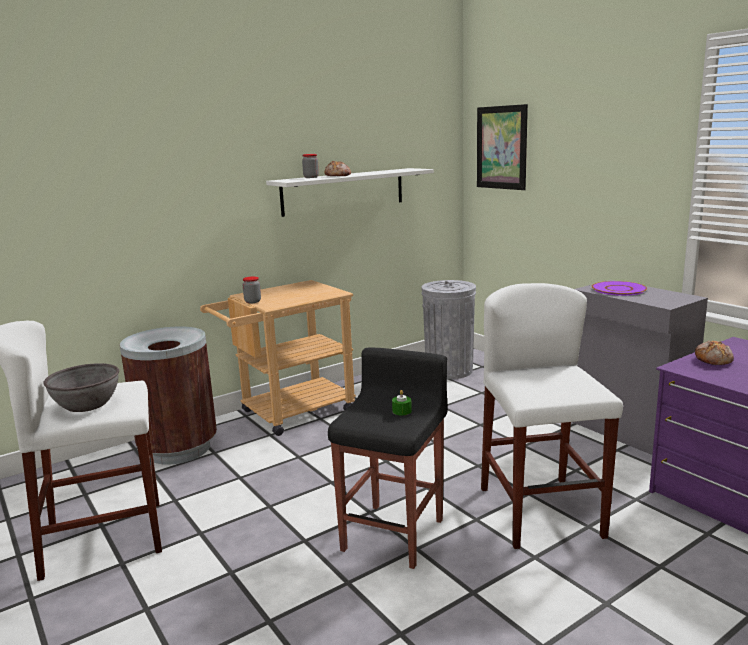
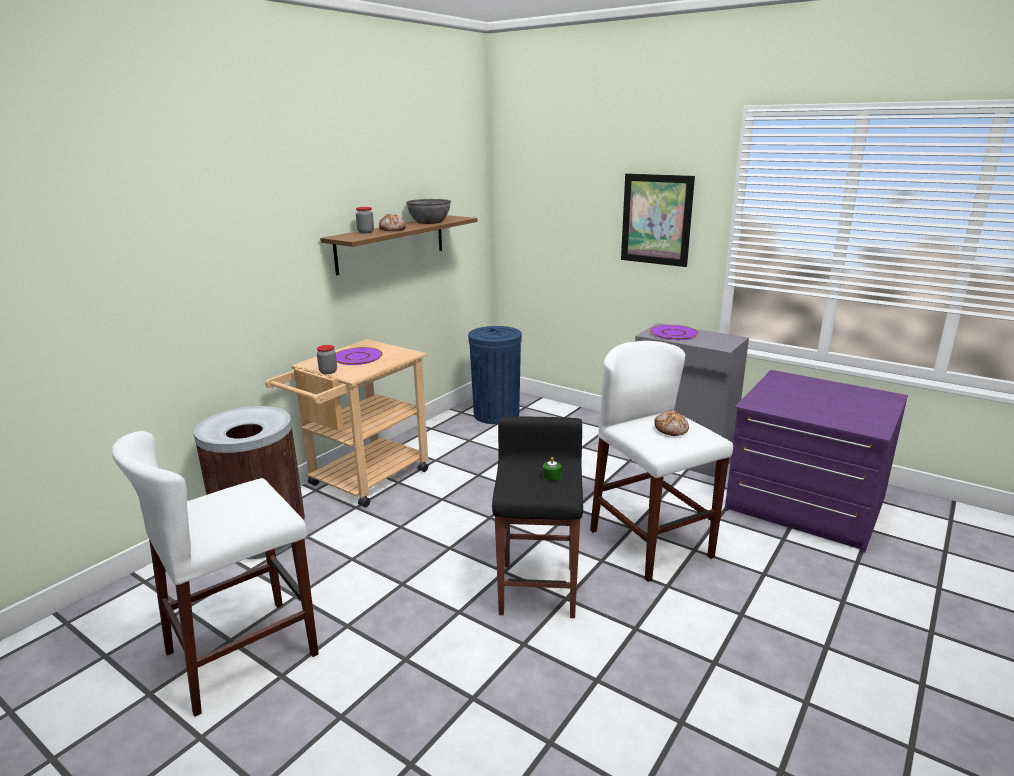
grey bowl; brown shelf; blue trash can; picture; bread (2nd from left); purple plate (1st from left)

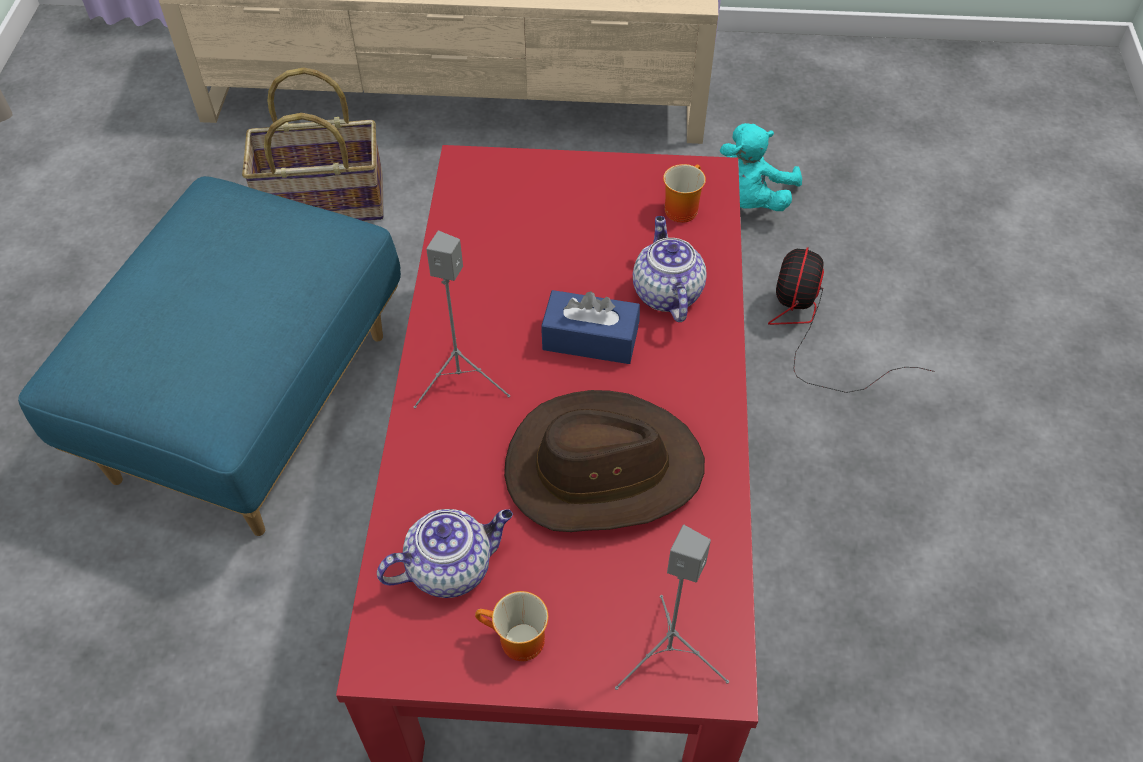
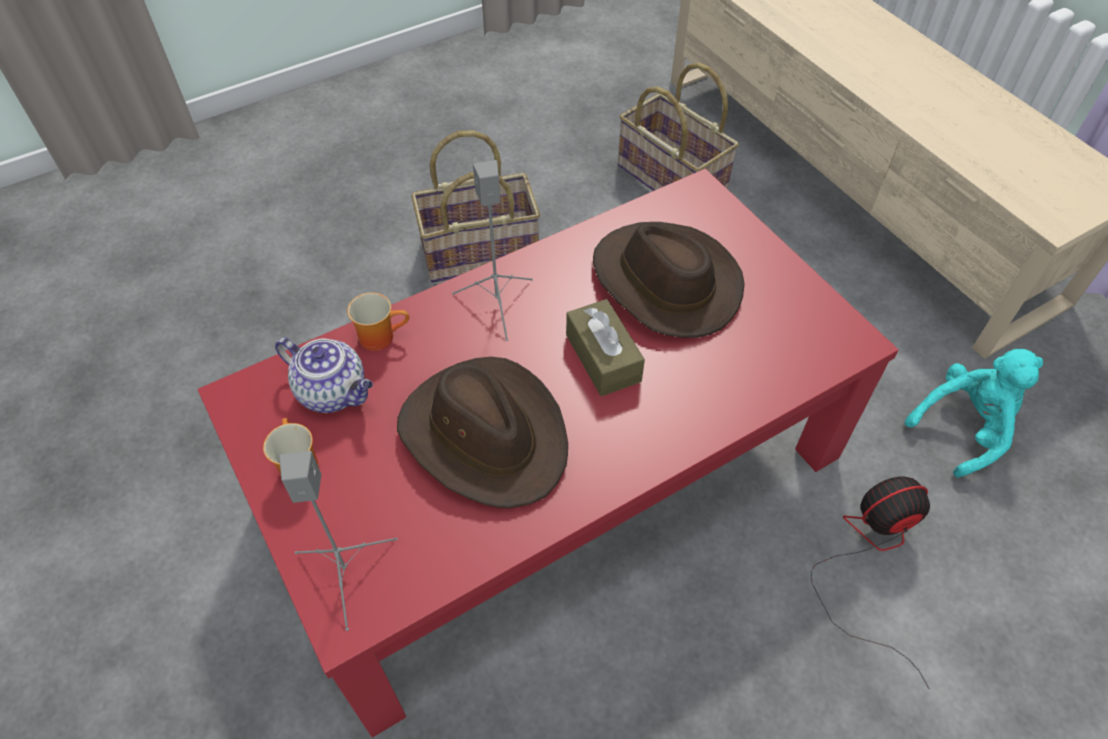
basket (1st from left); brown tissue box; teapot (2nd from left in the first image); mug (2nd from left); turquoise plush toy; brown hat (2nd from left)

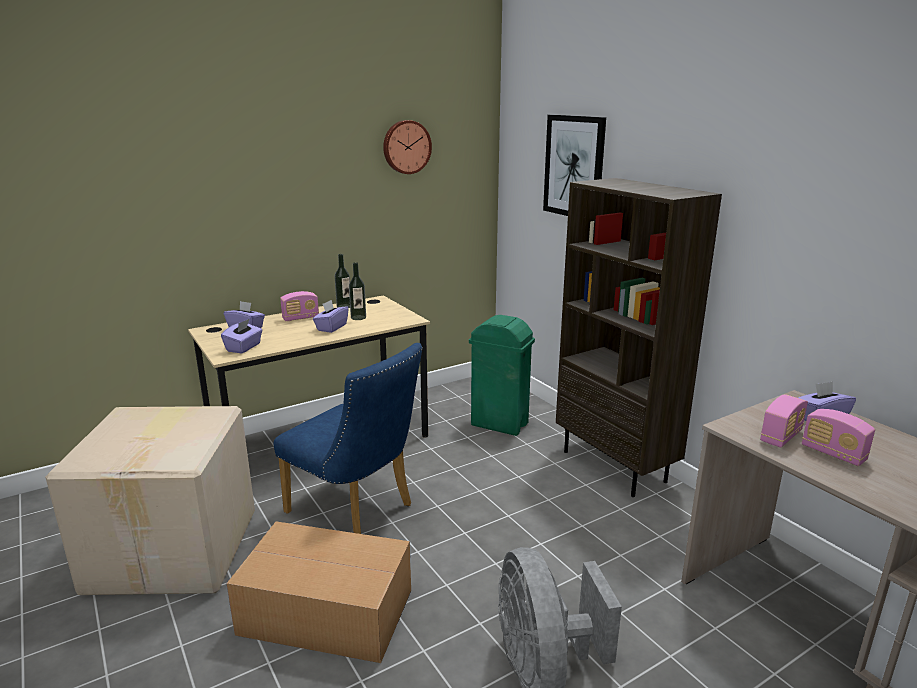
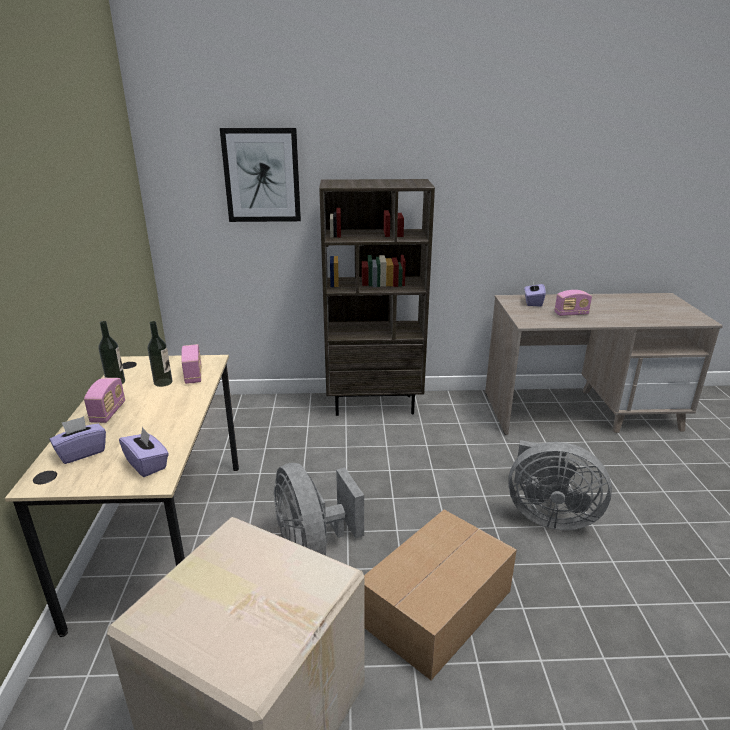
grey fan (1st from left); purple tissue box (3rd from left in the first image); wall clock; green trash can; radio (2nd from left)

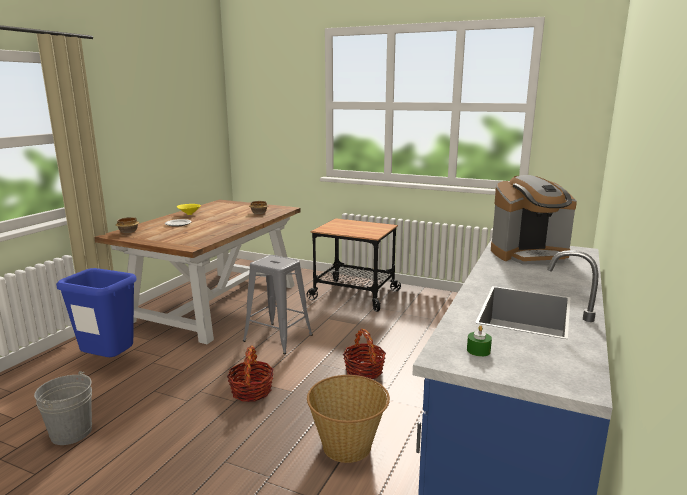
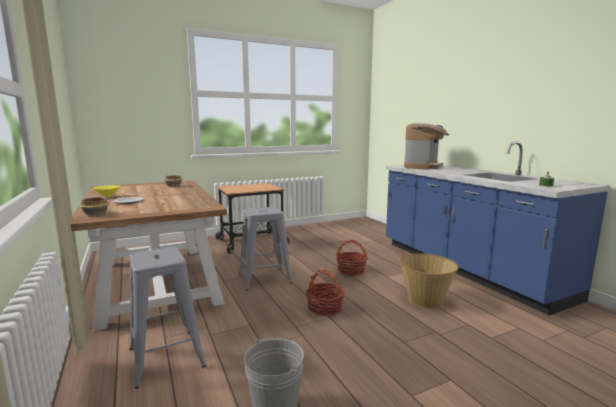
grey stool (1st from left)

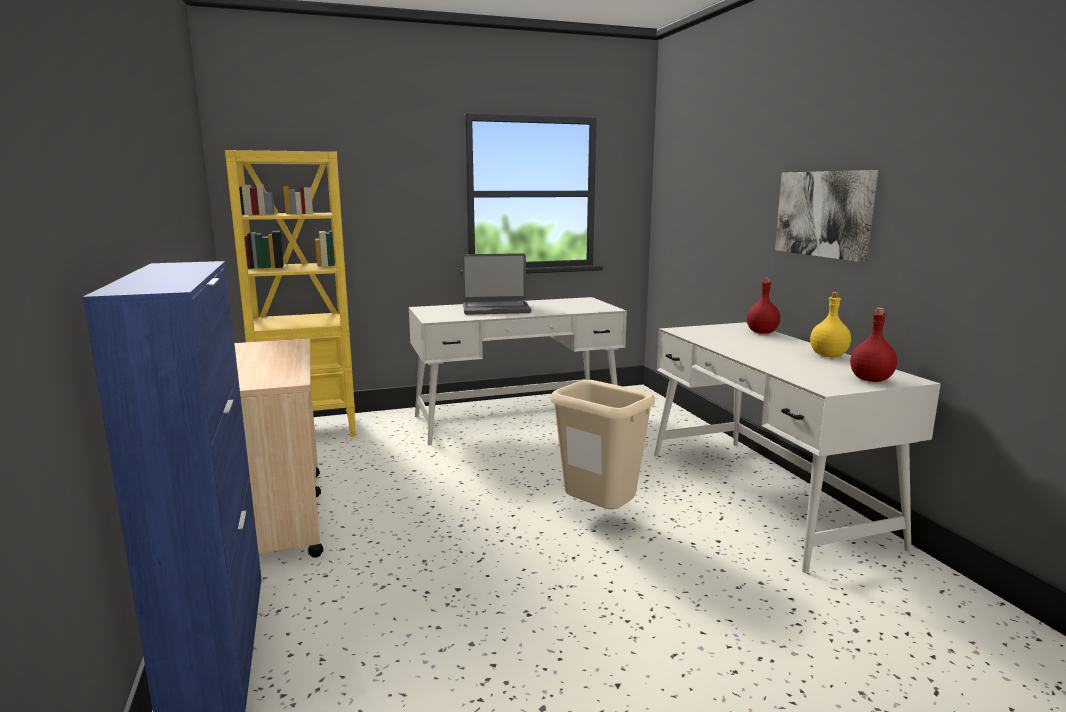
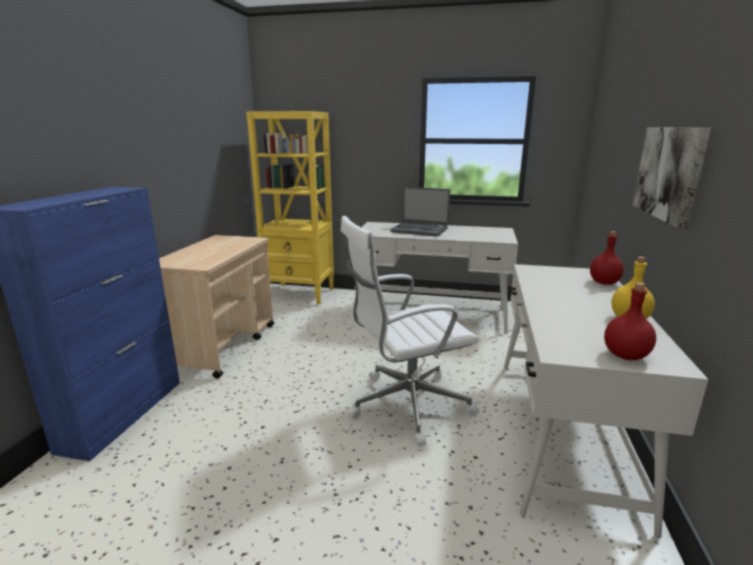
white office chair

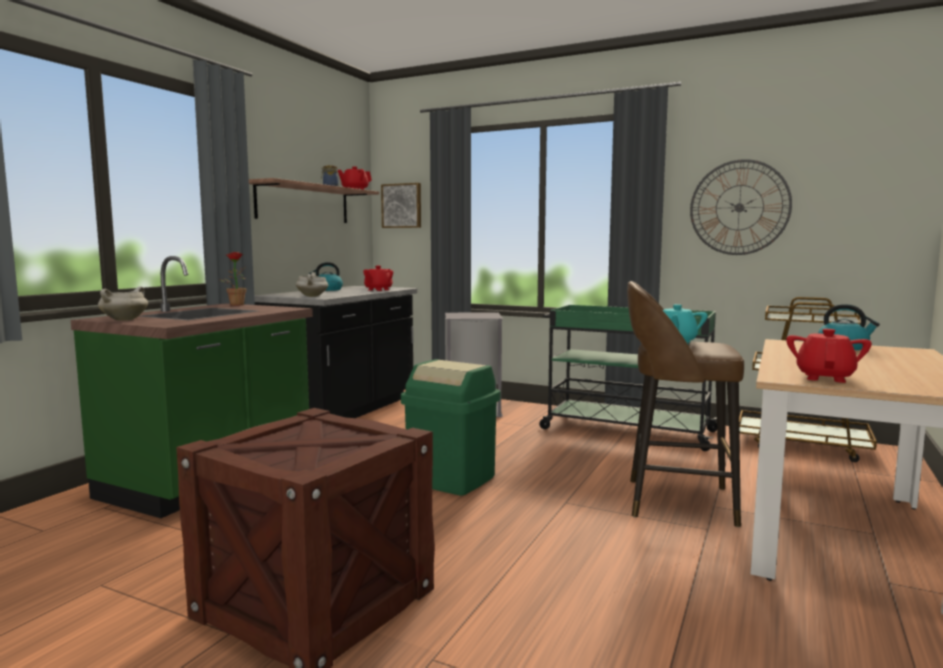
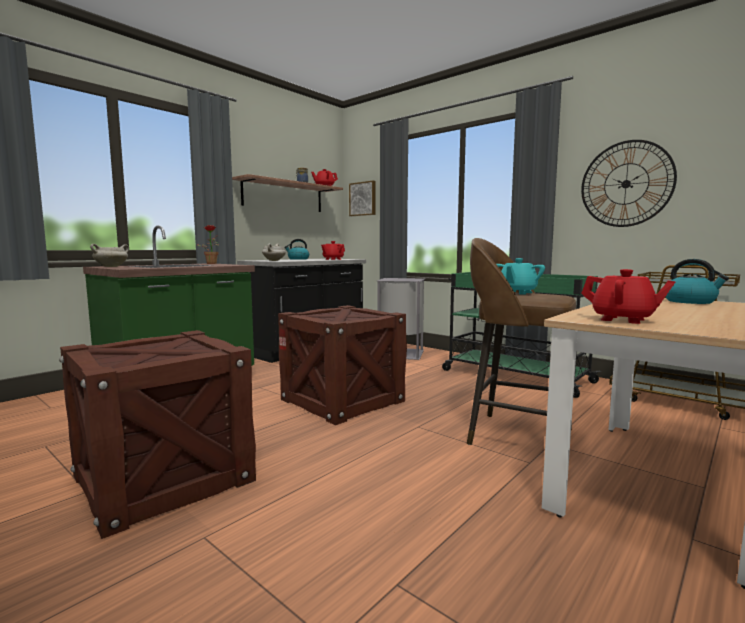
crate (2nd from left); red teapot (3rd from left)

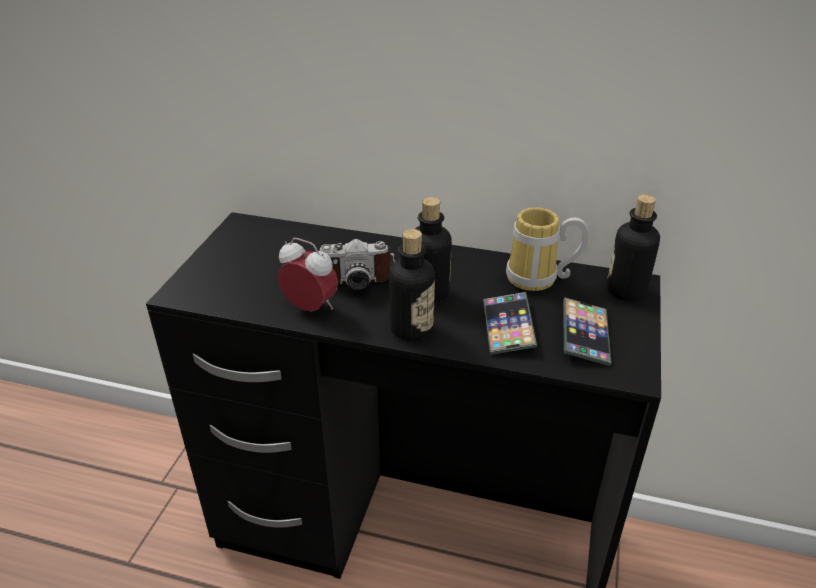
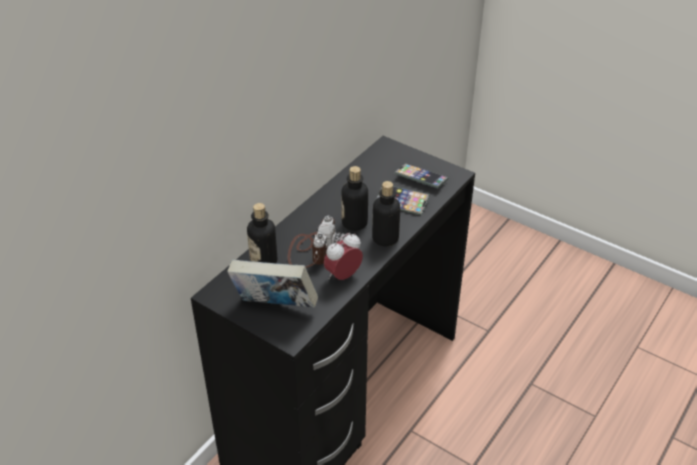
mug; bottle (1st from left); book

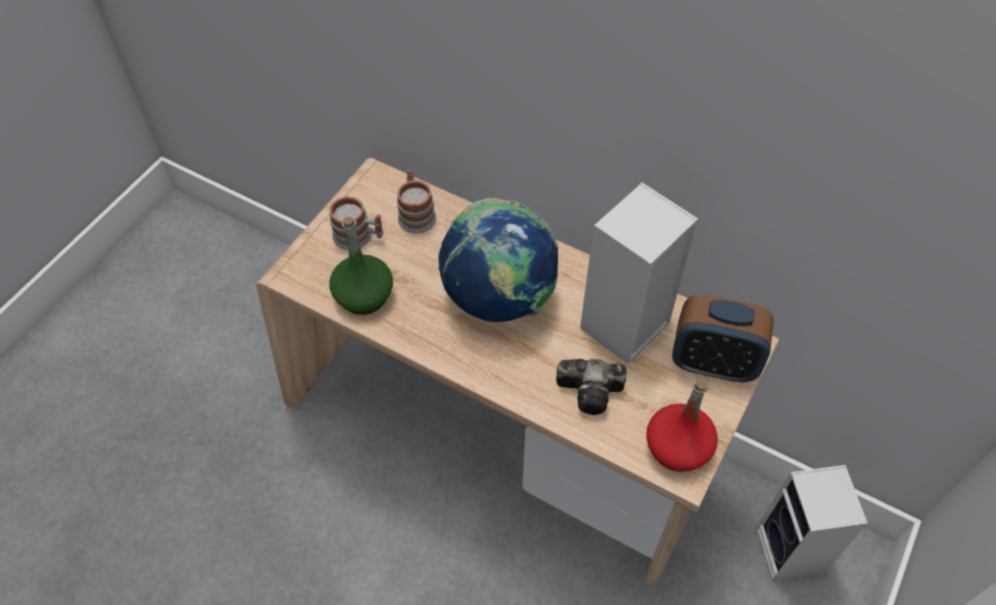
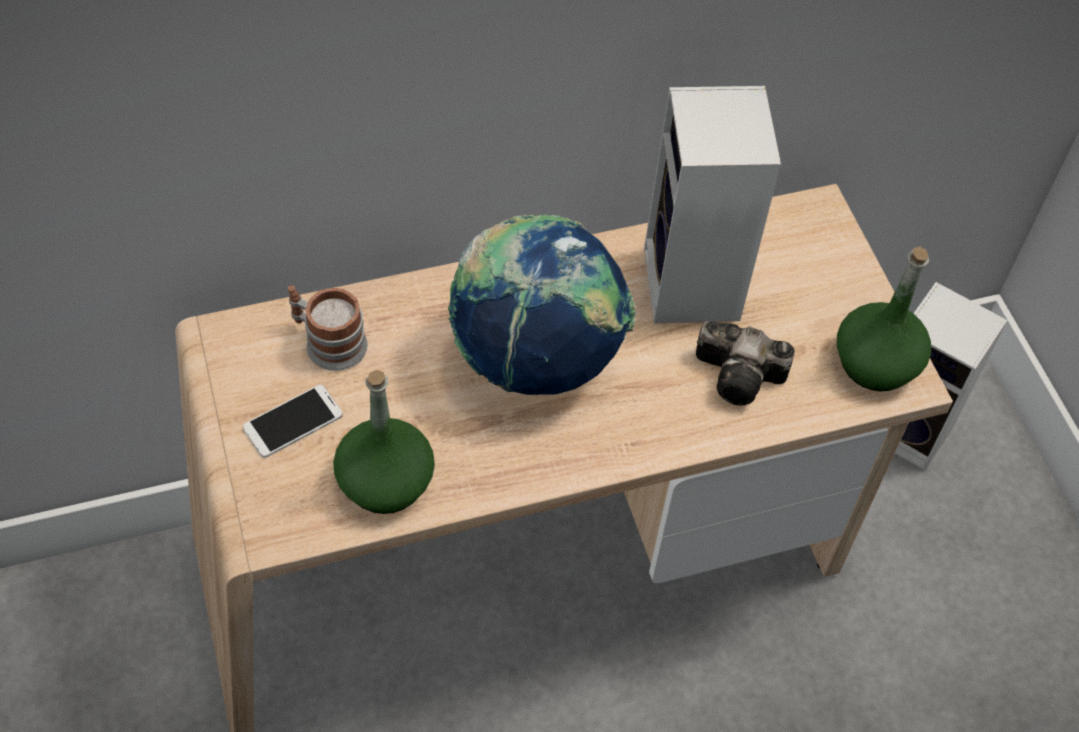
phone; photo camera; green bottle (2nd from left); alarm clock

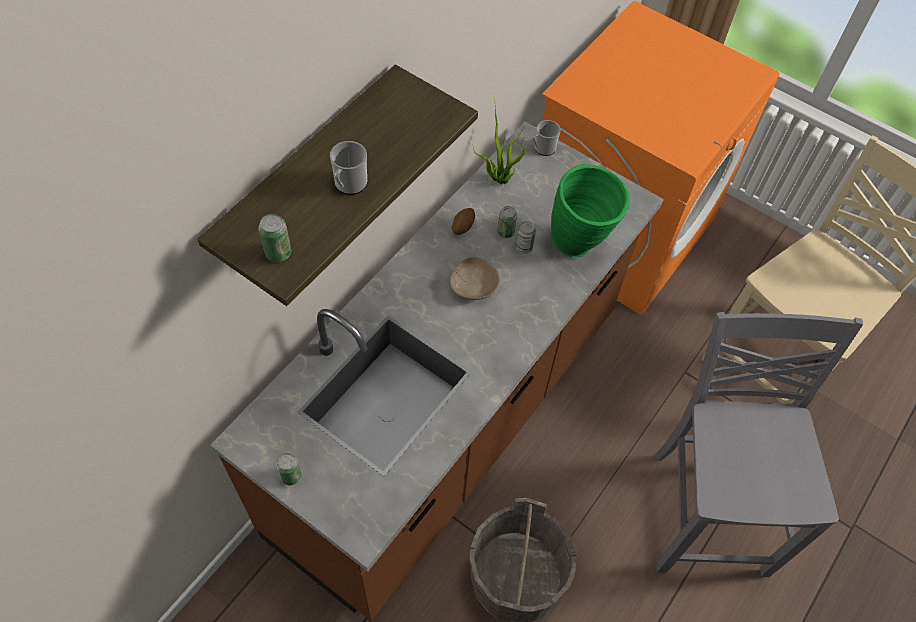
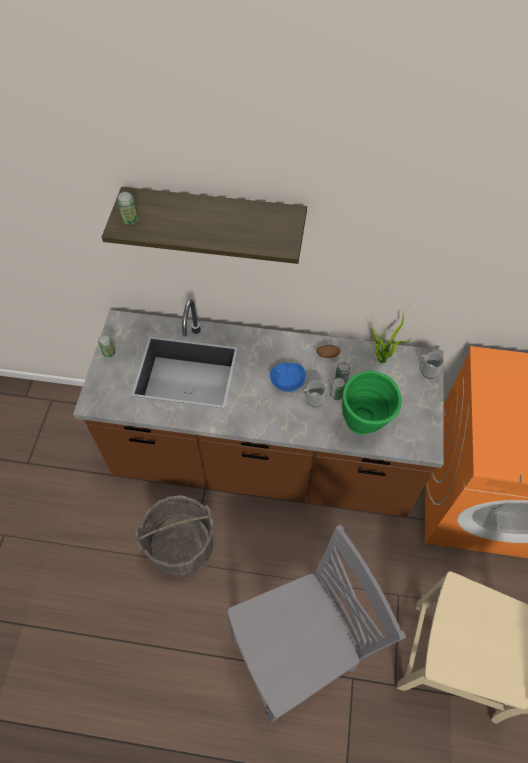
mug (1st from left); blue bowl

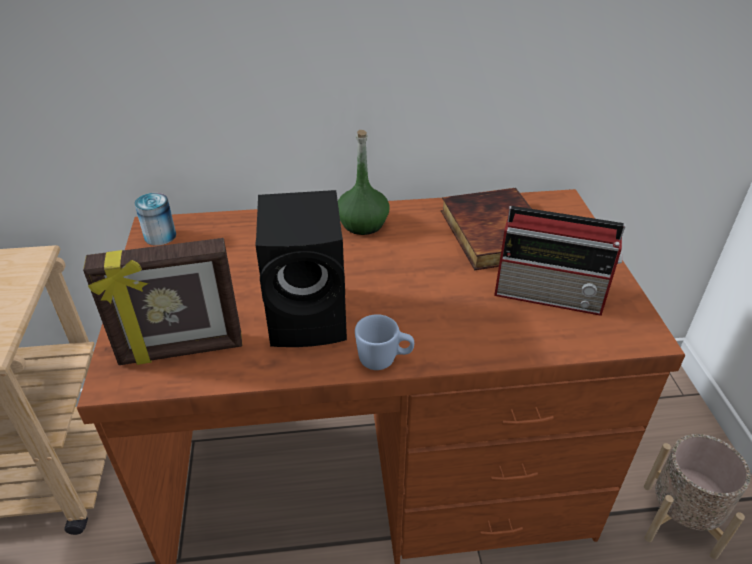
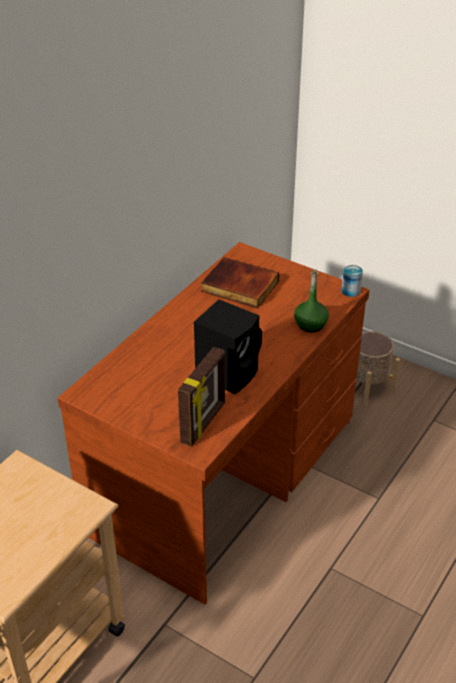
can; green bottle; blue mug; radio

